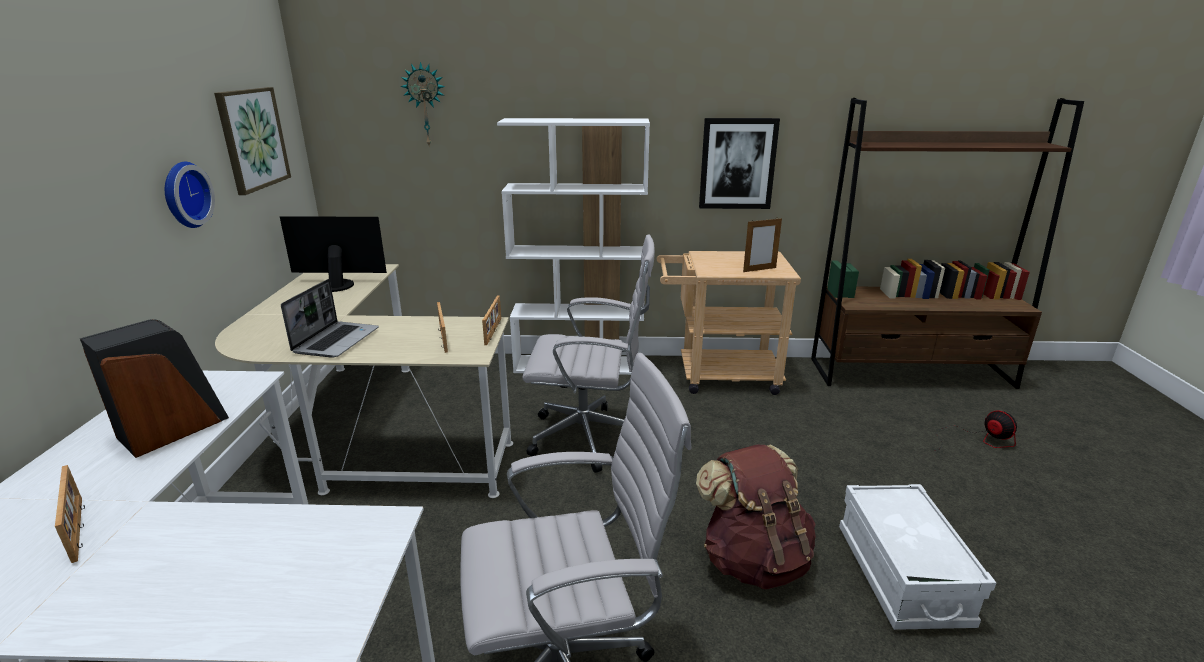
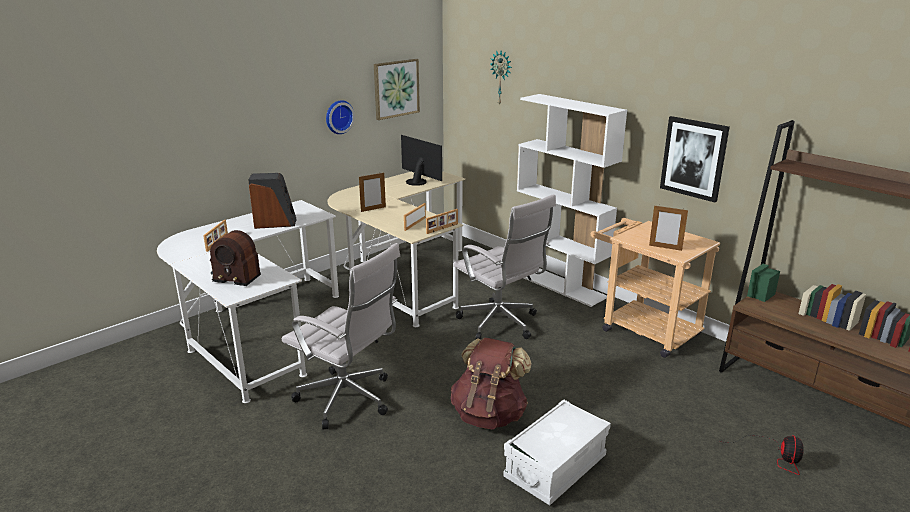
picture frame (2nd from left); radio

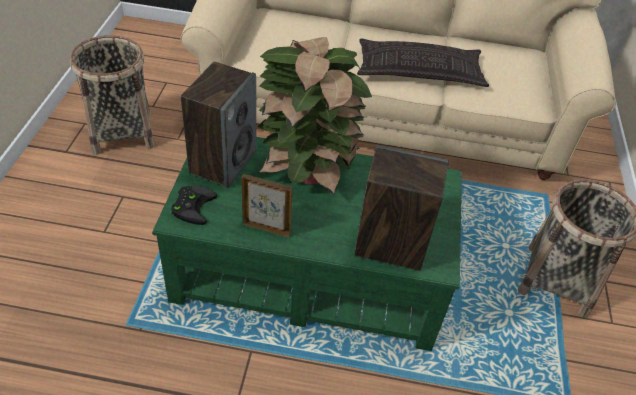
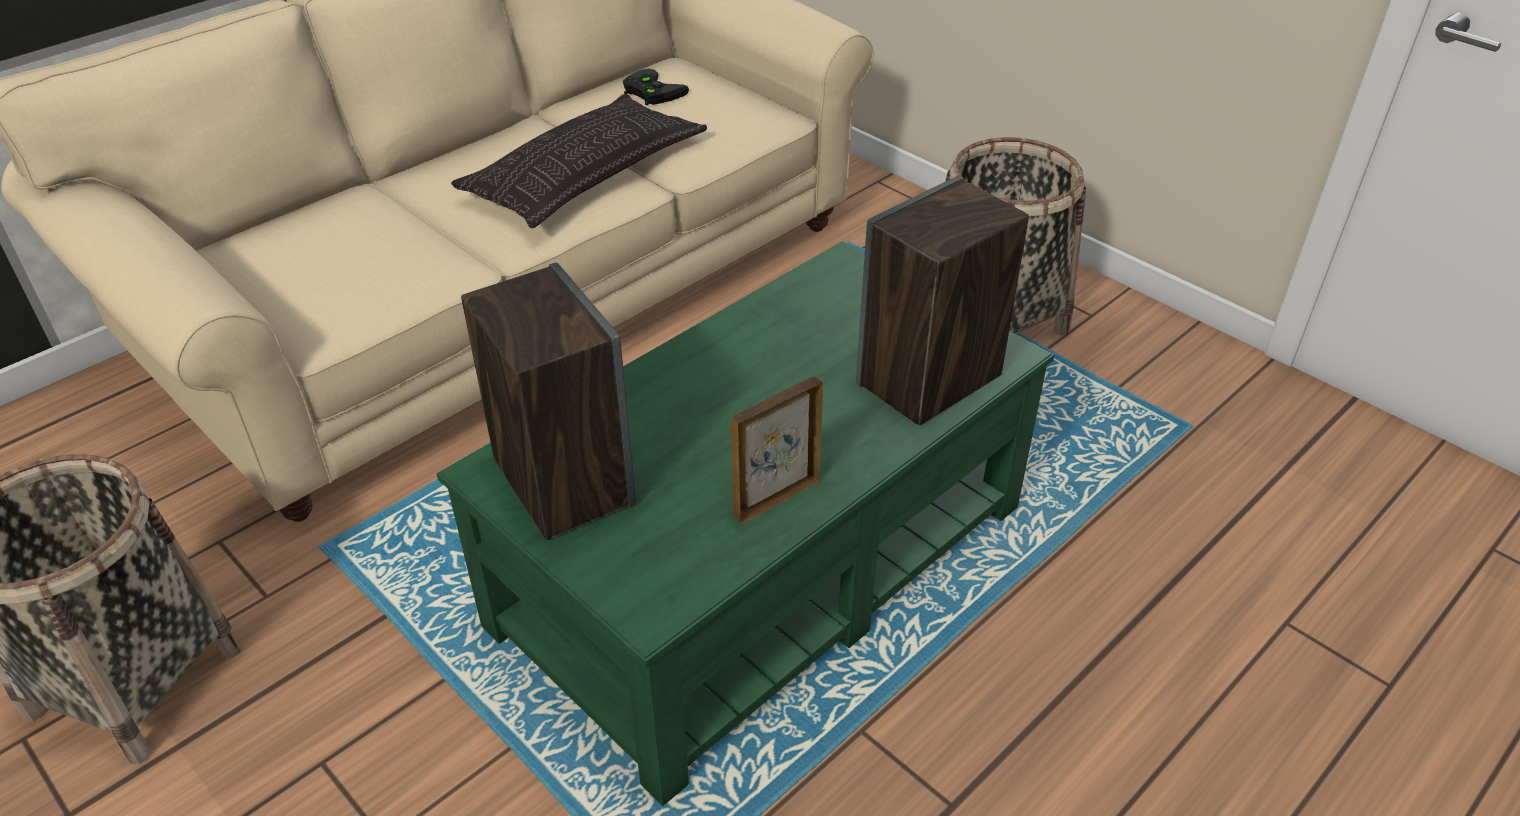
black game controller; potted plant

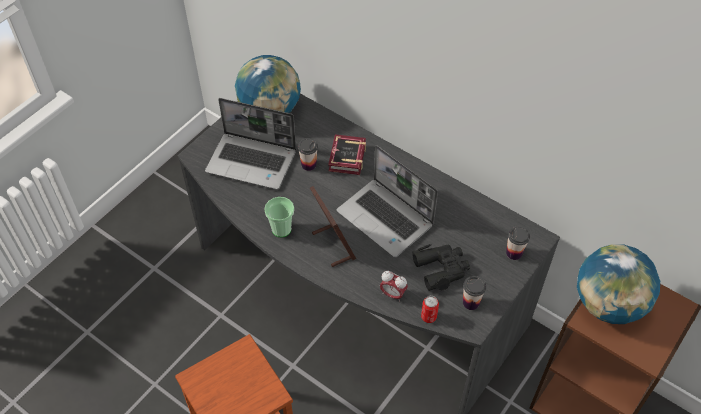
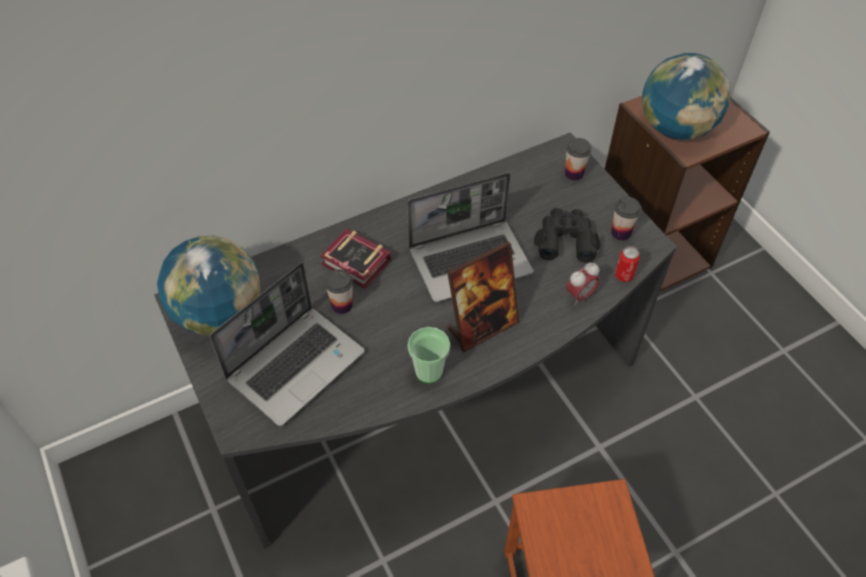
picture frame

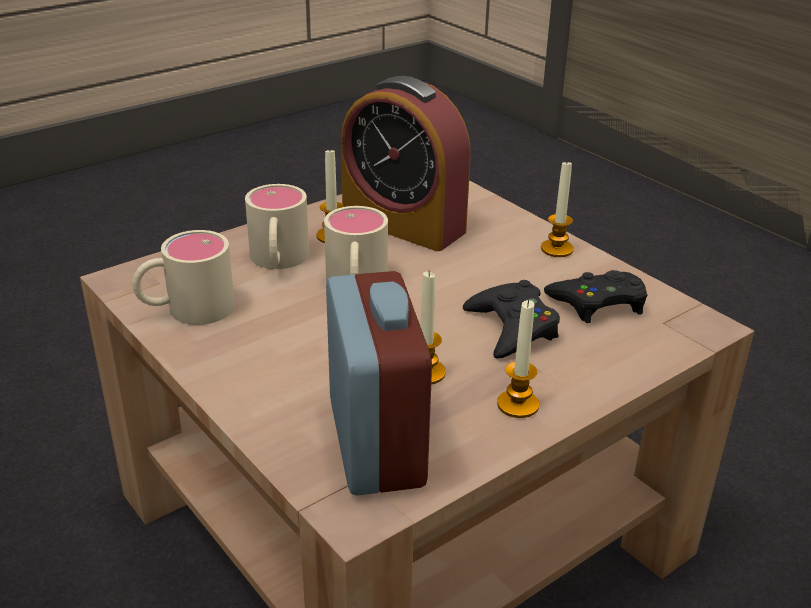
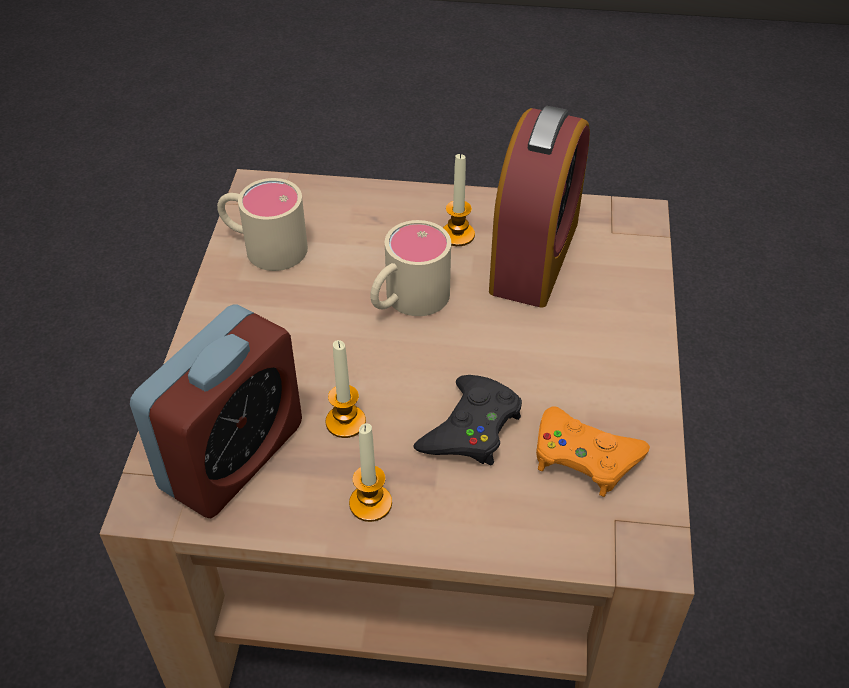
beige mug (2nd from left in the first image); alarm clock (2nd from left); candle (4th from left in the first image); orange game controller

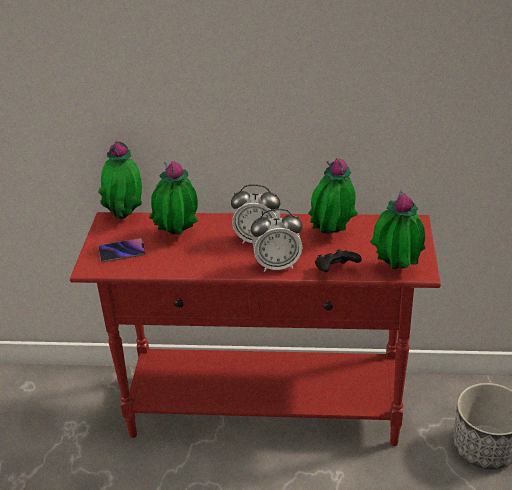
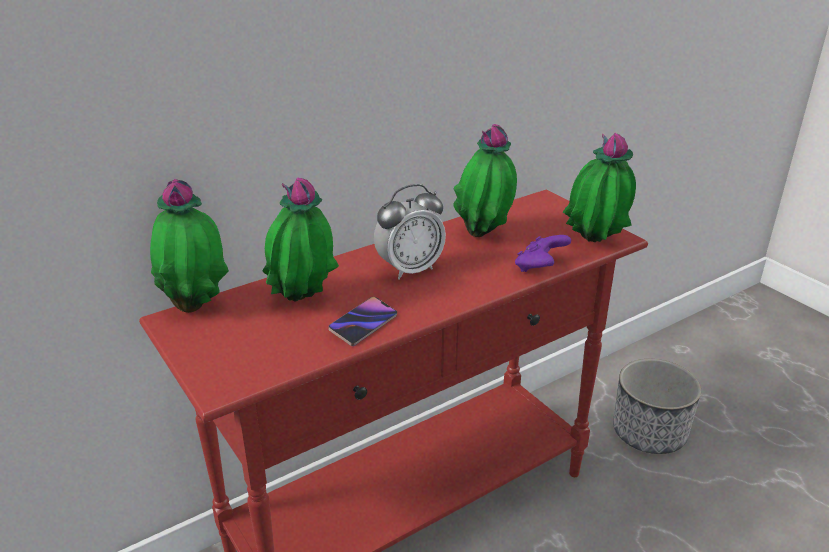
phone; alarm clock (2nd from left in the first image); purple game controller

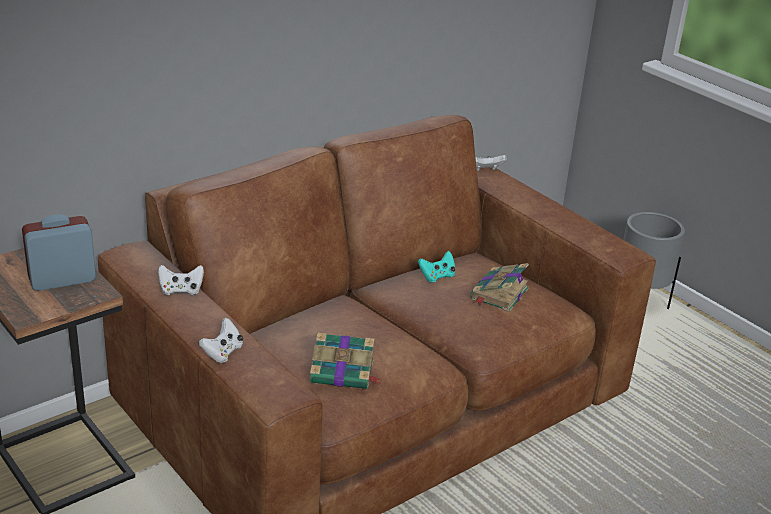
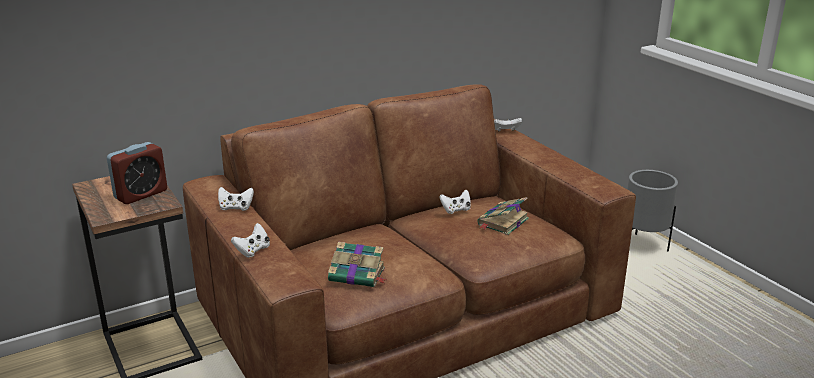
alarm clock; white game controller (3rd from left)

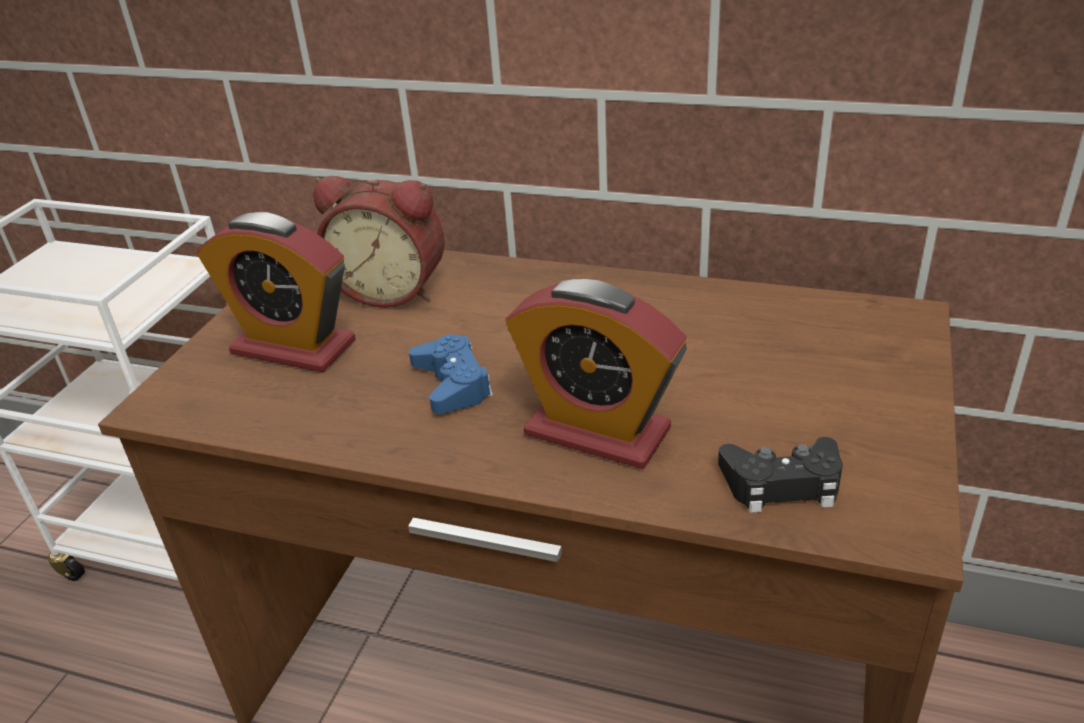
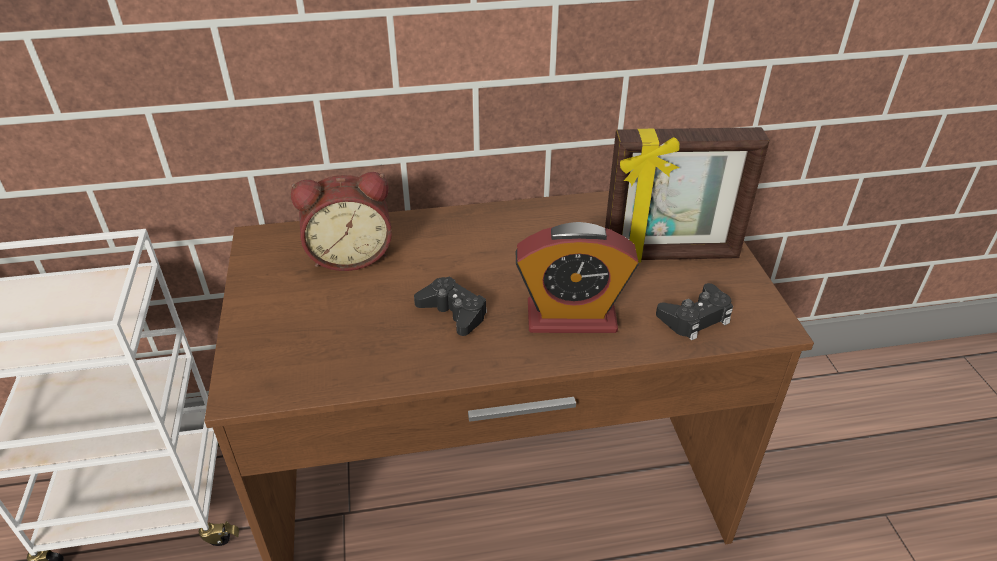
alarm clock (1st from left in the first image); black game controller (1st from left); picture frame

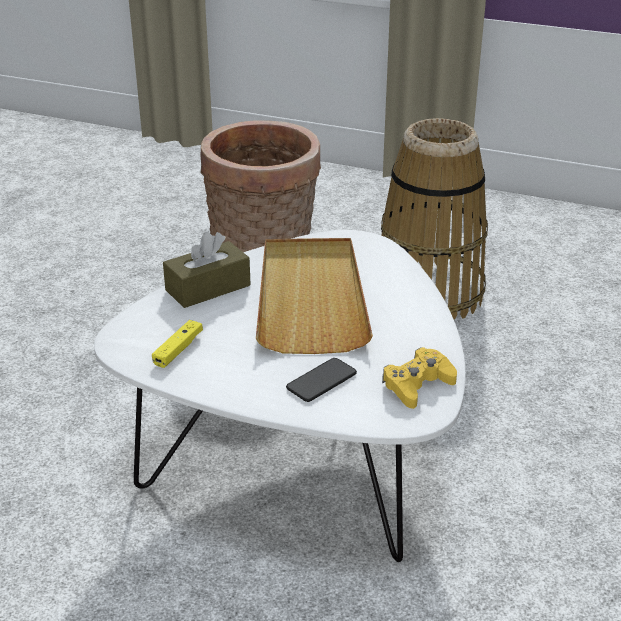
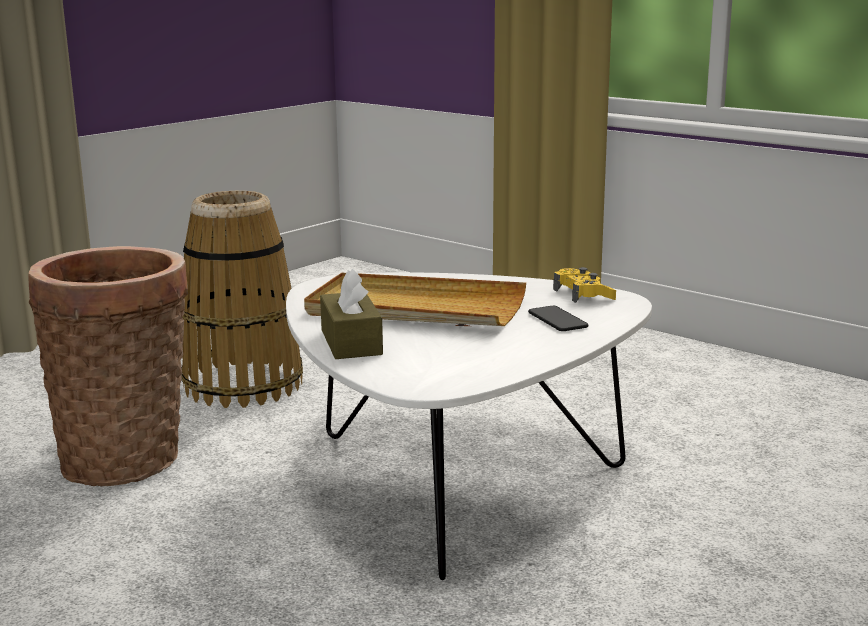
yellow game controller (1st from left in the first image)

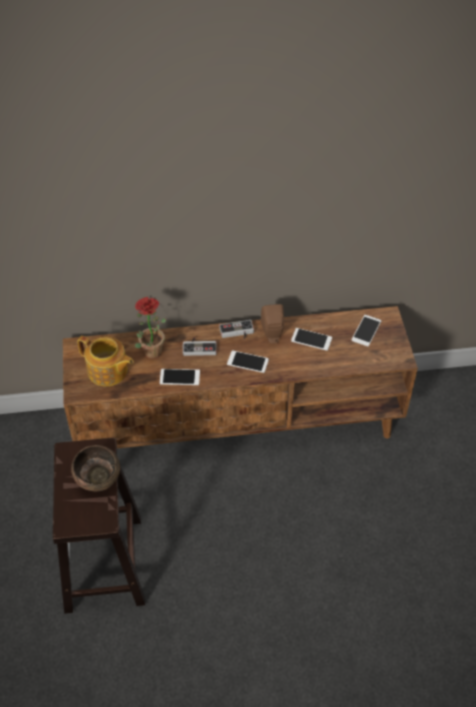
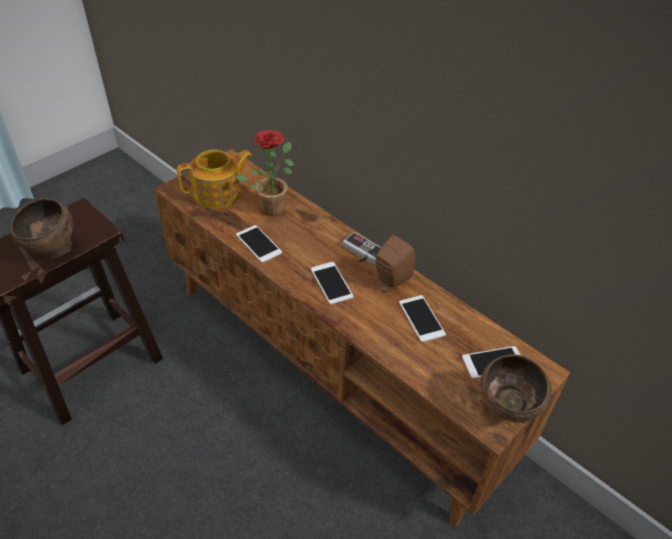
teapot; game controller (1st from left in the first image); brown bowl (2nd from left)

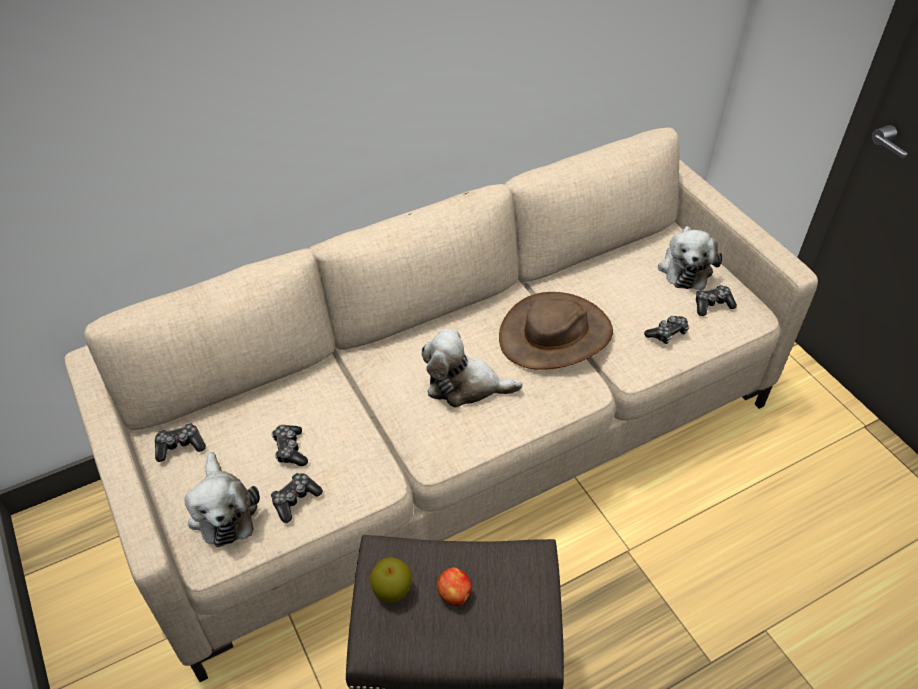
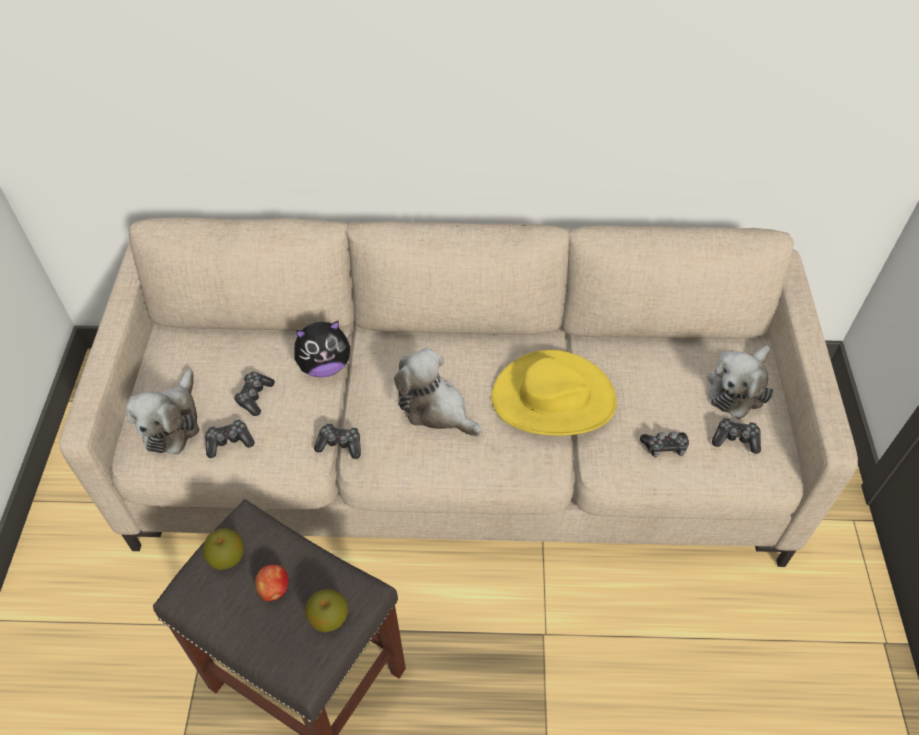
game controller (3rd from left); yellow hat; plush toy (2nd from left); apple (3rd from left)

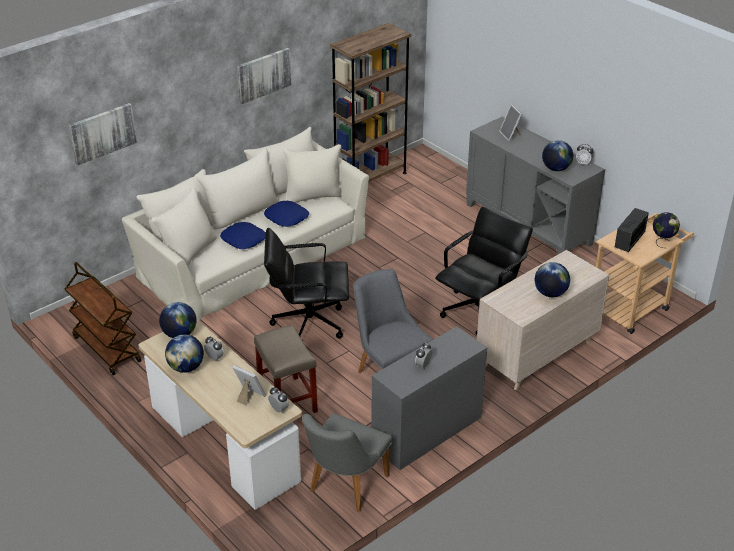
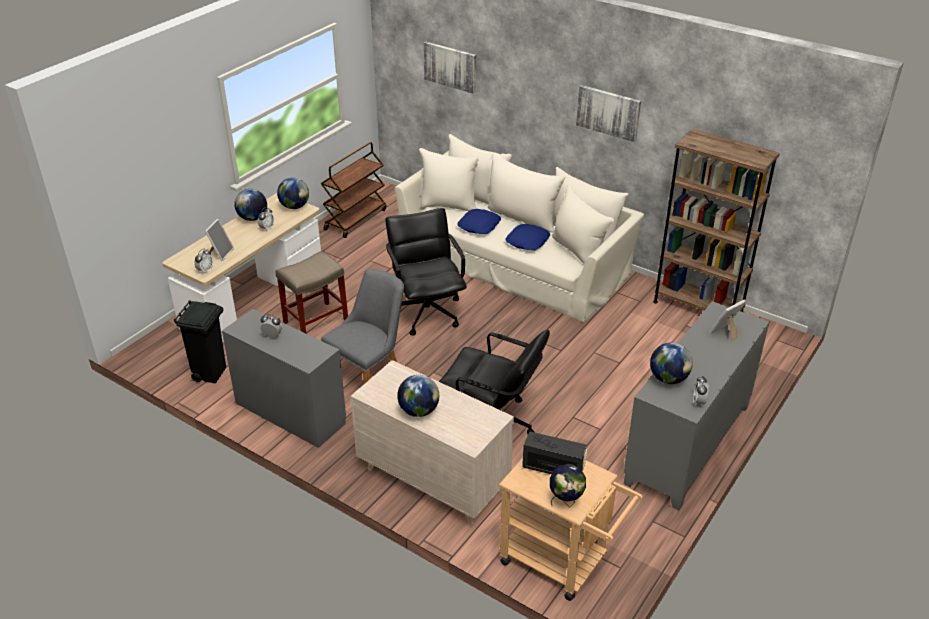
black trash can

